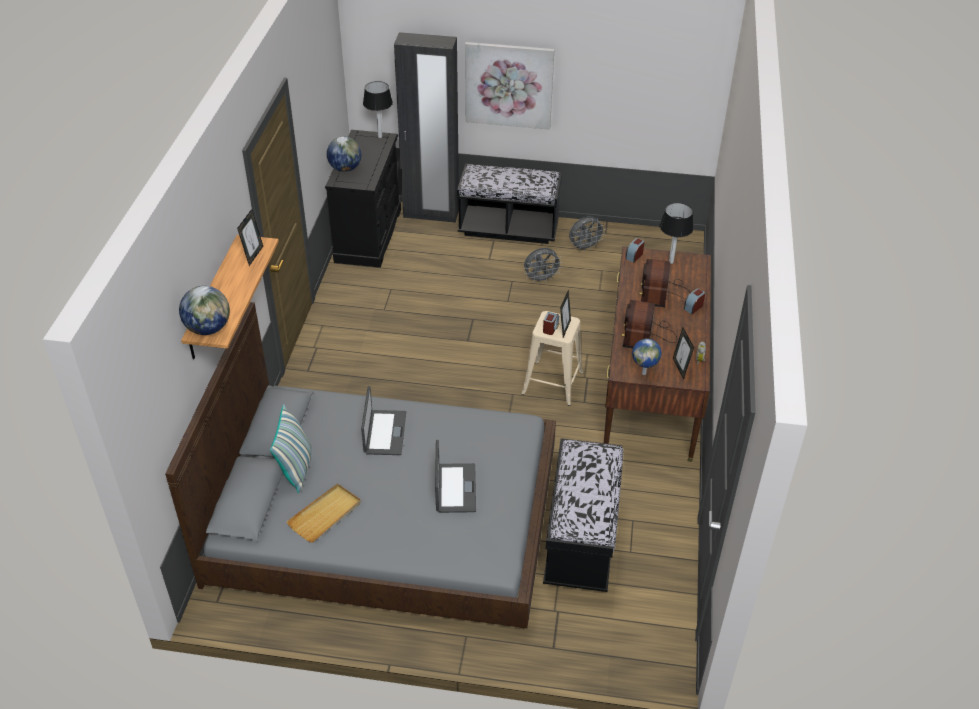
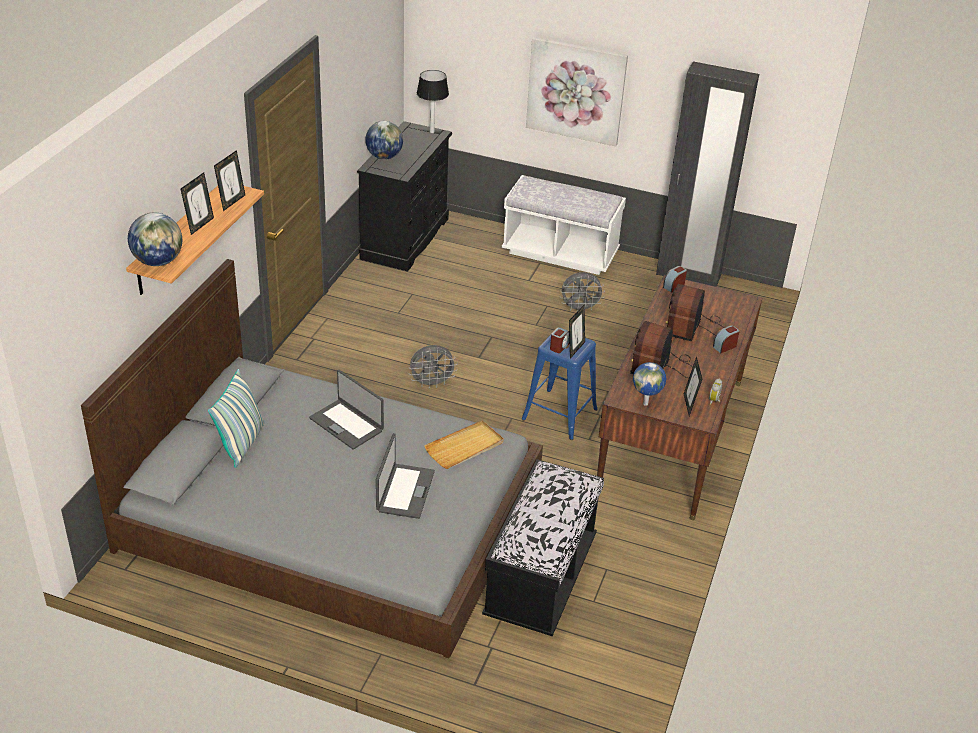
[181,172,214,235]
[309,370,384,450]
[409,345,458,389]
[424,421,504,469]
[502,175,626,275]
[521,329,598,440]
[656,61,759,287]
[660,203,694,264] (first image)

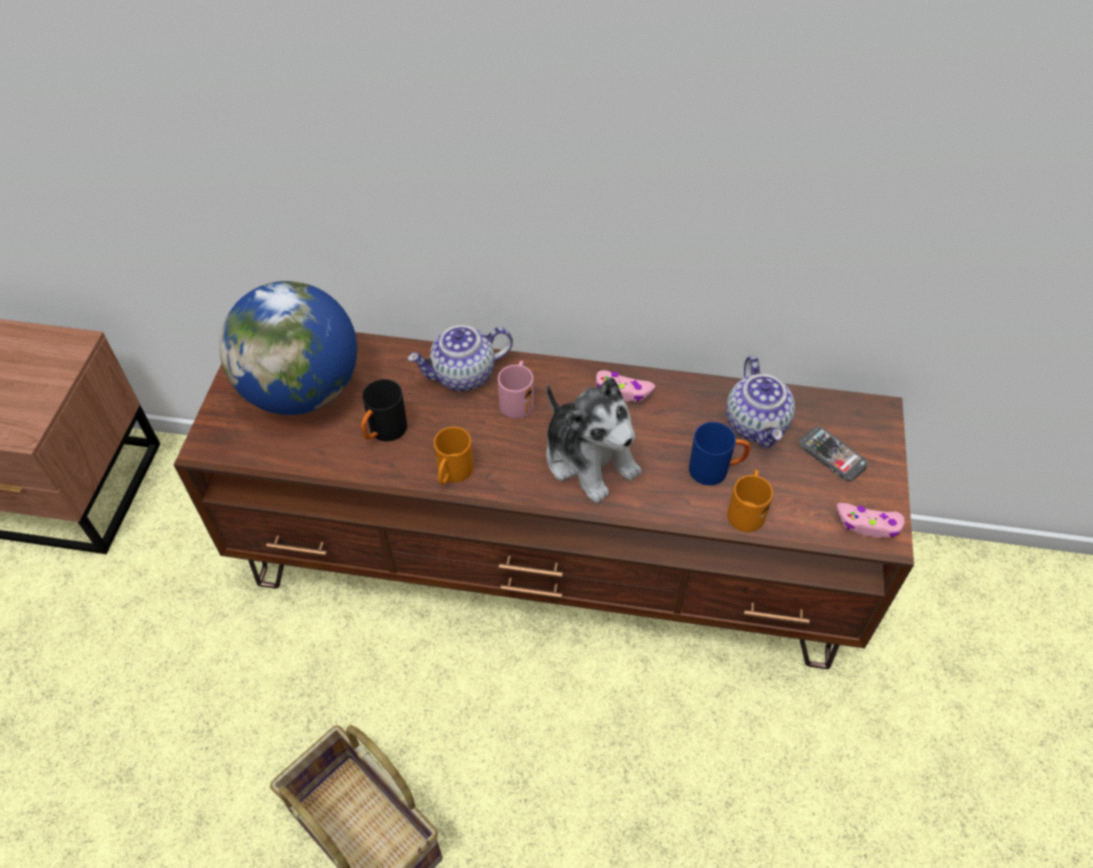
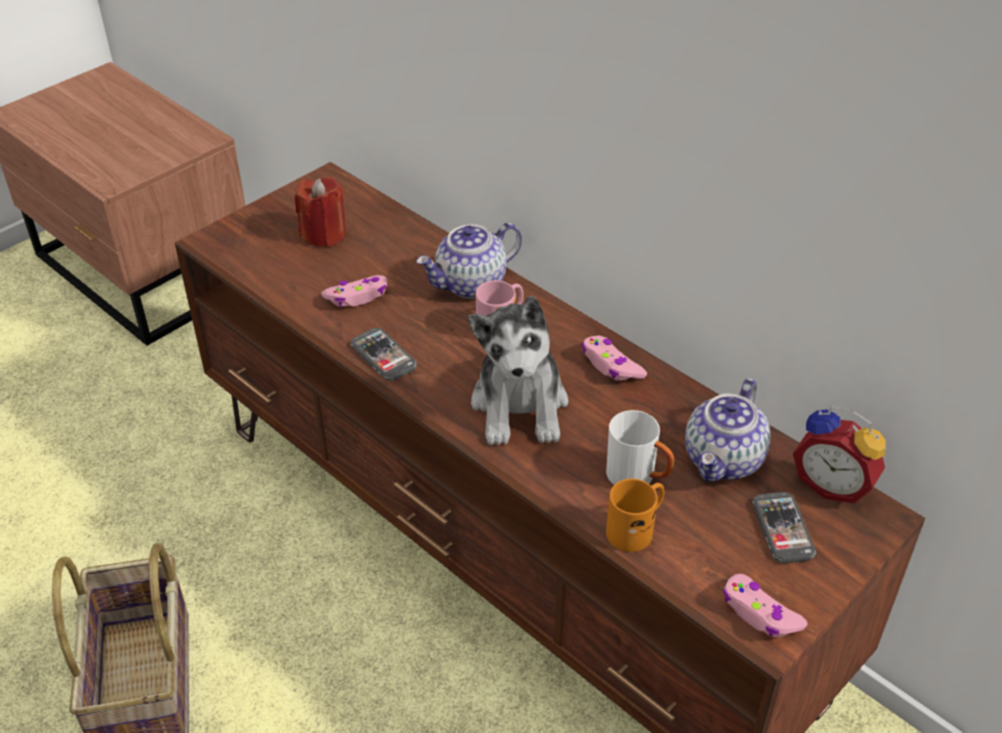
[295,177,346,247]
[321,275,387,306]
[351,328,417,381]
[416,222,522,299]
[606,410,674,485]
[793,406,885,503]

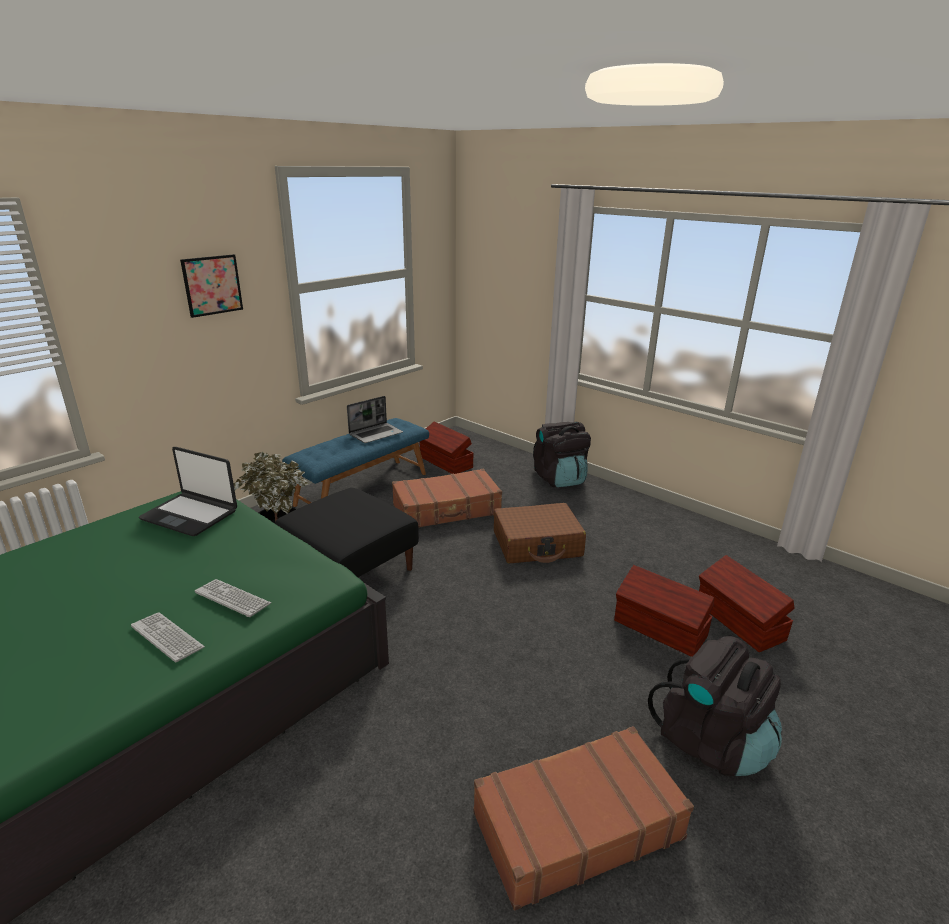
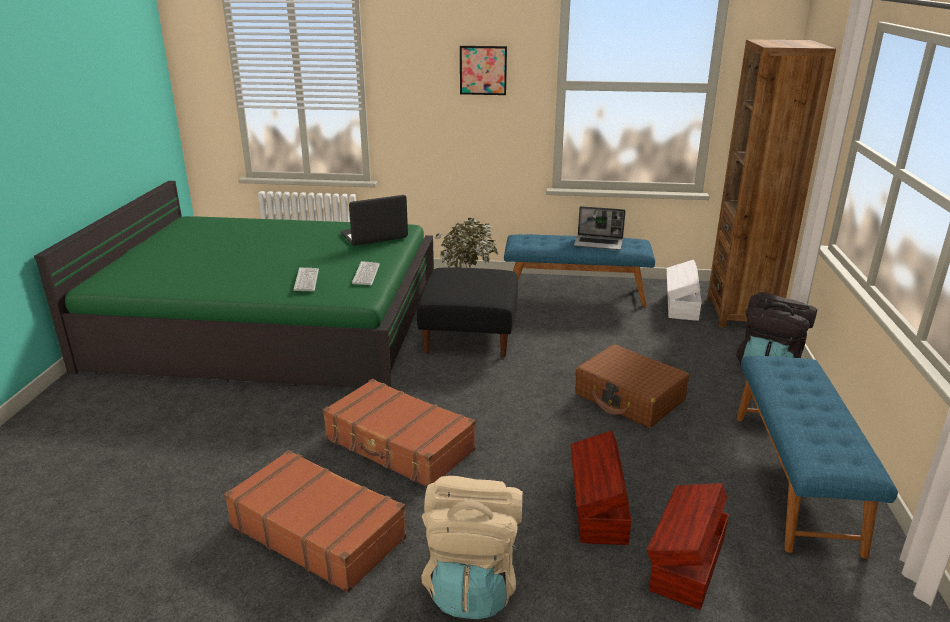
[323,379,475,487]
[340,195,408,246]
[352,261,380,285]
[421,476,523,619]
[667,260,702,321]
[707,39,836,327]
[736,356,898,559]

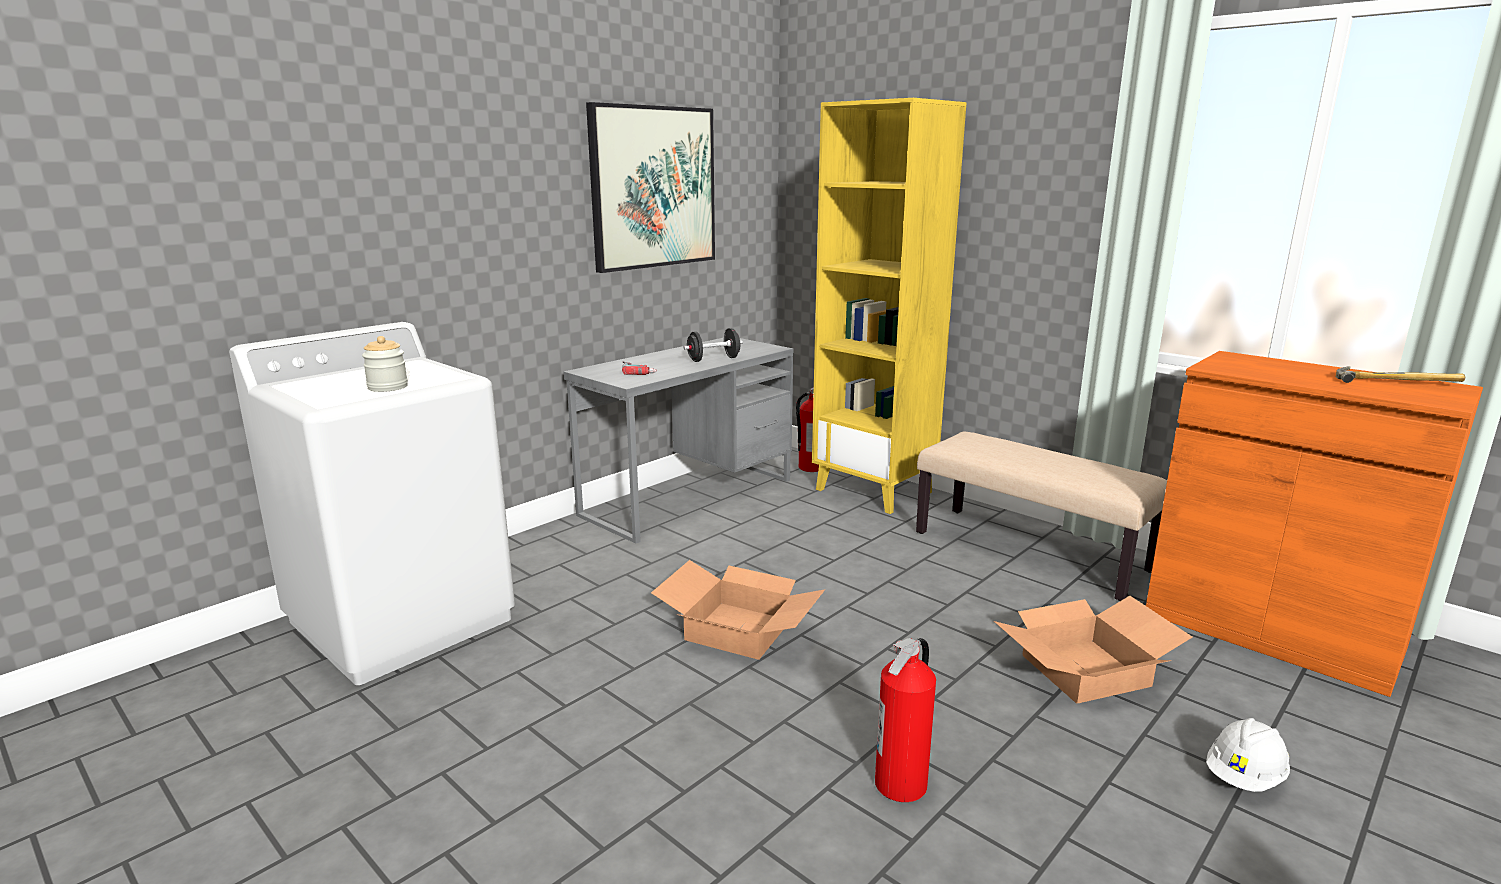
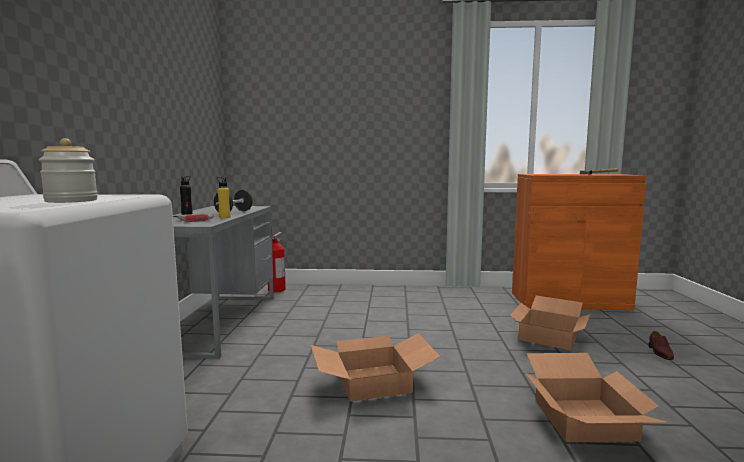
[180,176,193,215]
[217,177,230,218]
[525,353,670,442]
[649,331,674,360]
[586,102,715,273] (first image)
[812,98,967,514] (first image)
[916,431,1167,601] (first image)

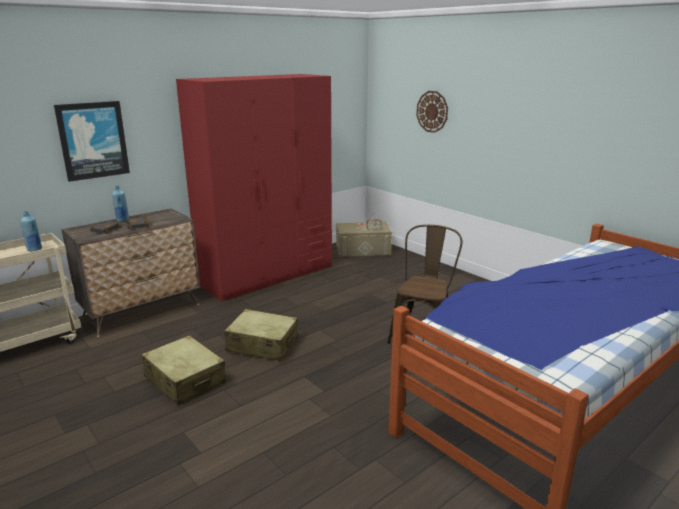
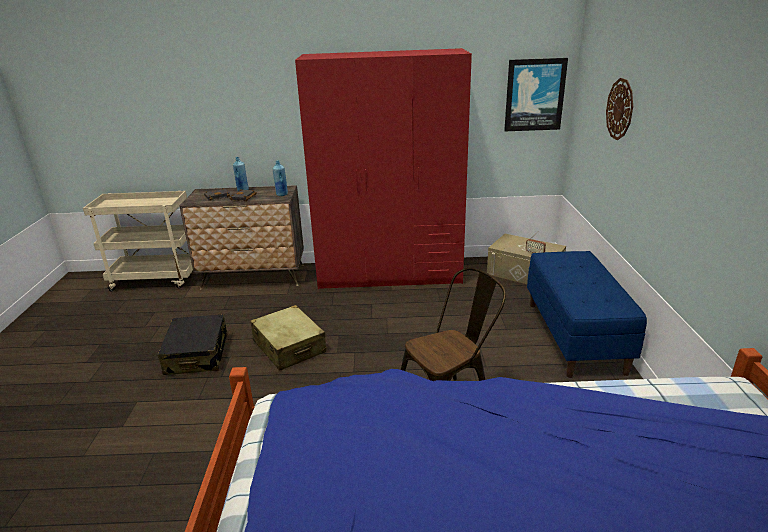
[158,314,227,375]
[273,160,288,196]
[504,58,568,131]
[527,251,647,378]

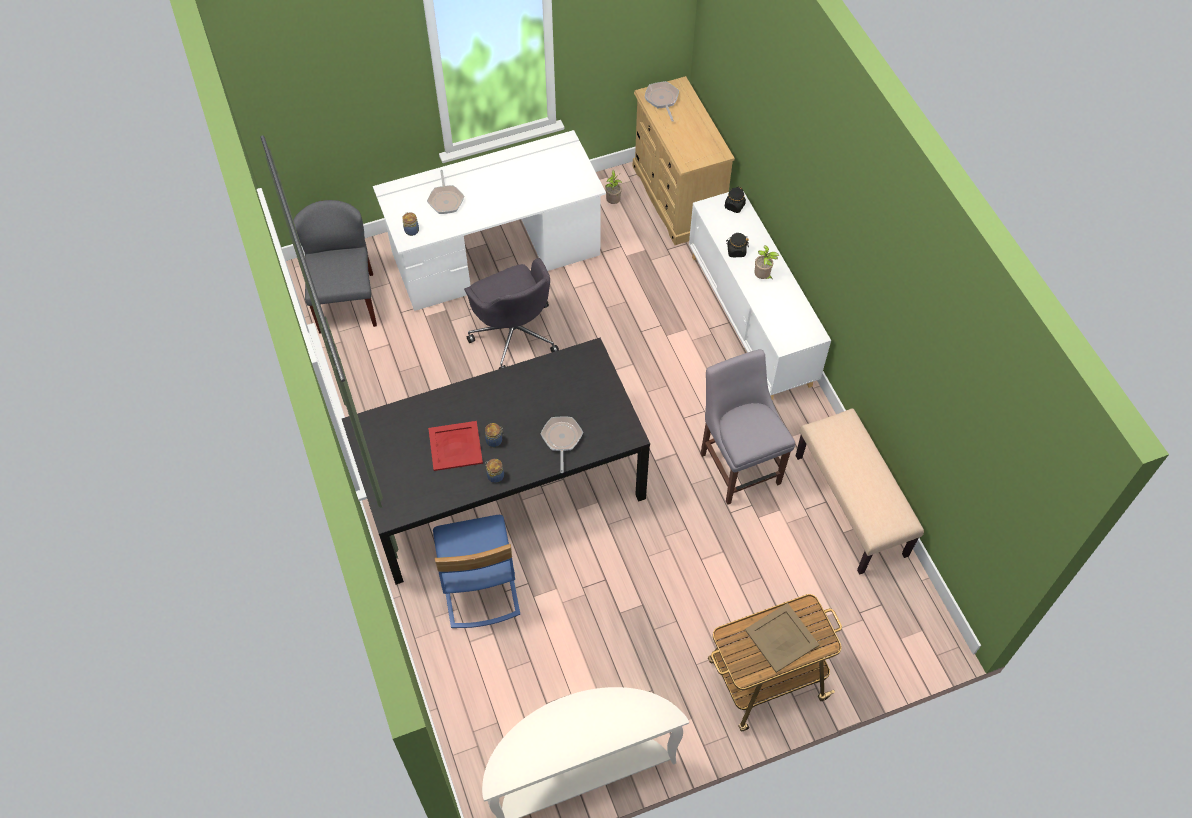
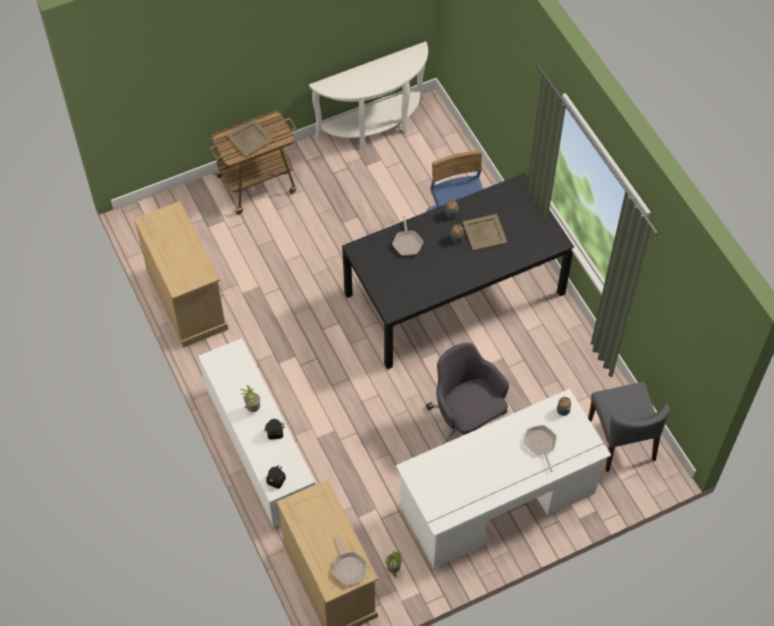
[134,201,228,348]
[462,214,508,251]
[700,349,795,505] (first image)

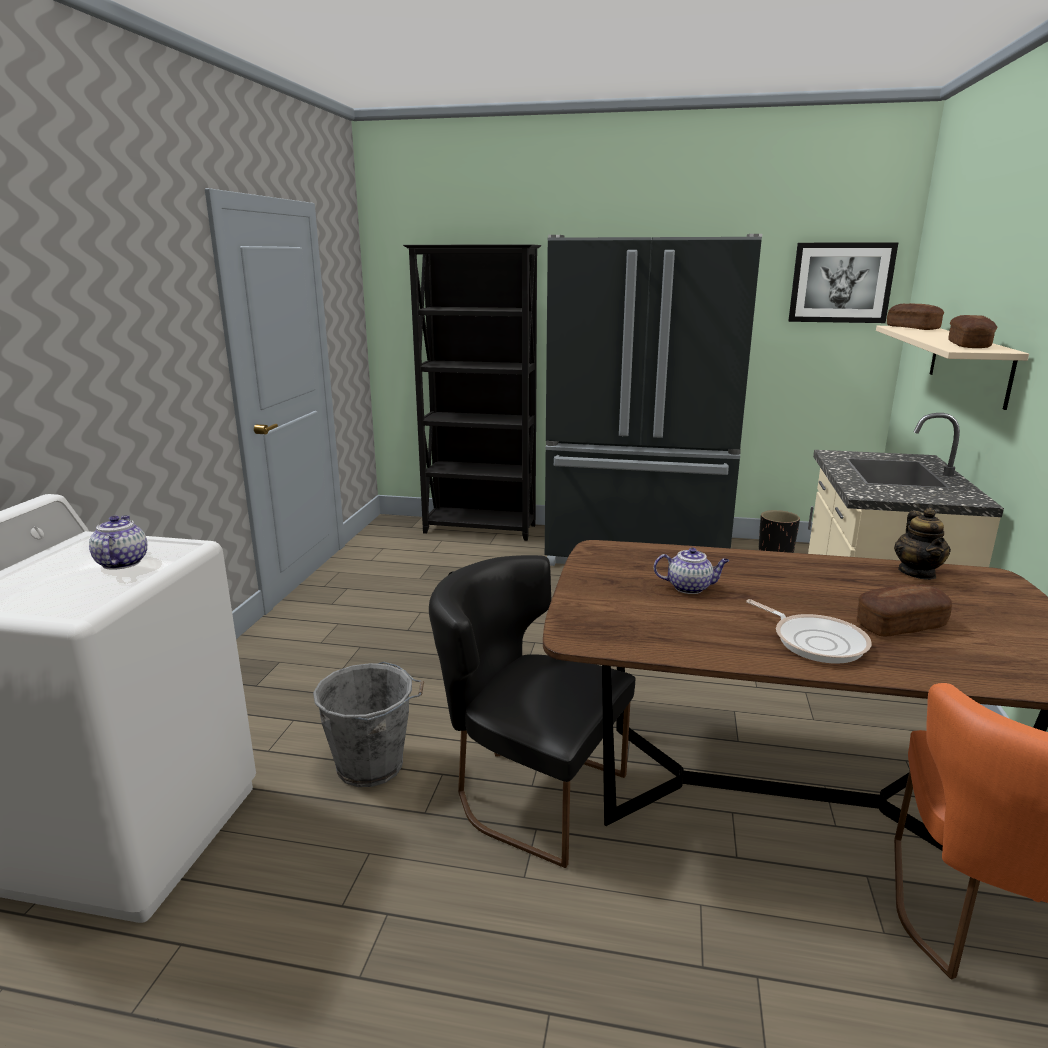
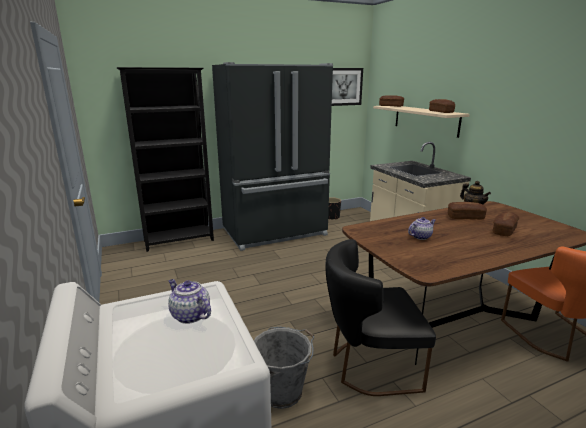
[448,202,487,220]
[746,599,872,664] (first image)

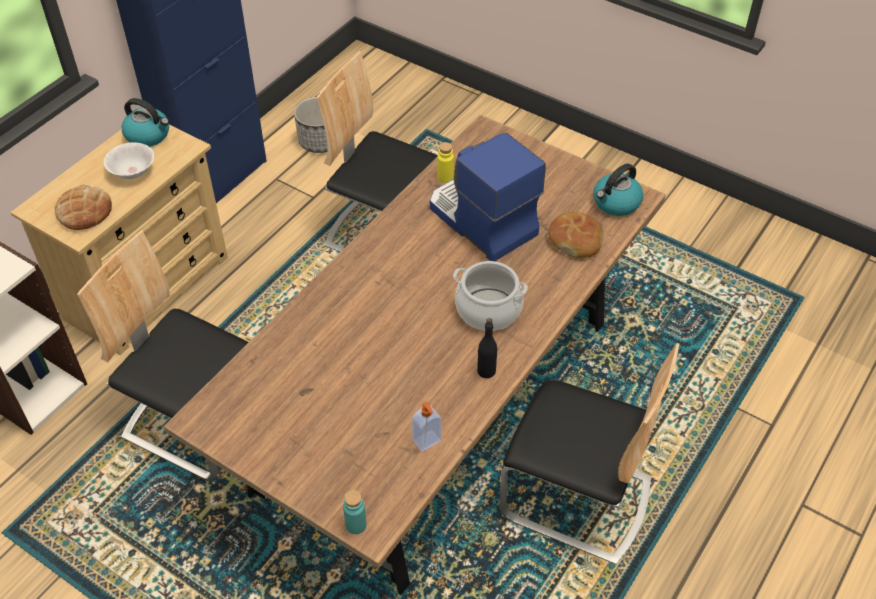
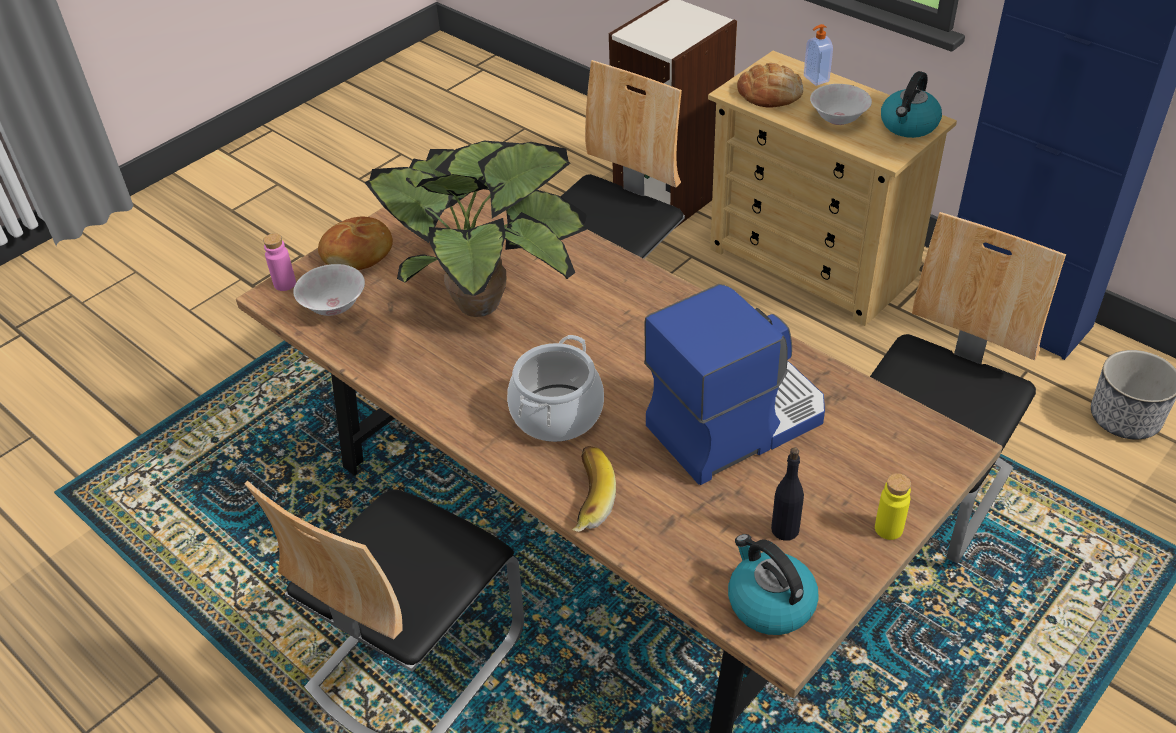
[263,233,296,291]
[293,264,365,316]
[318,216,393,270]
[364,141,587,317]
[572,446,616,532]
[771,447,804,541]
[804,24,833,86]
[875,473,911,540]

